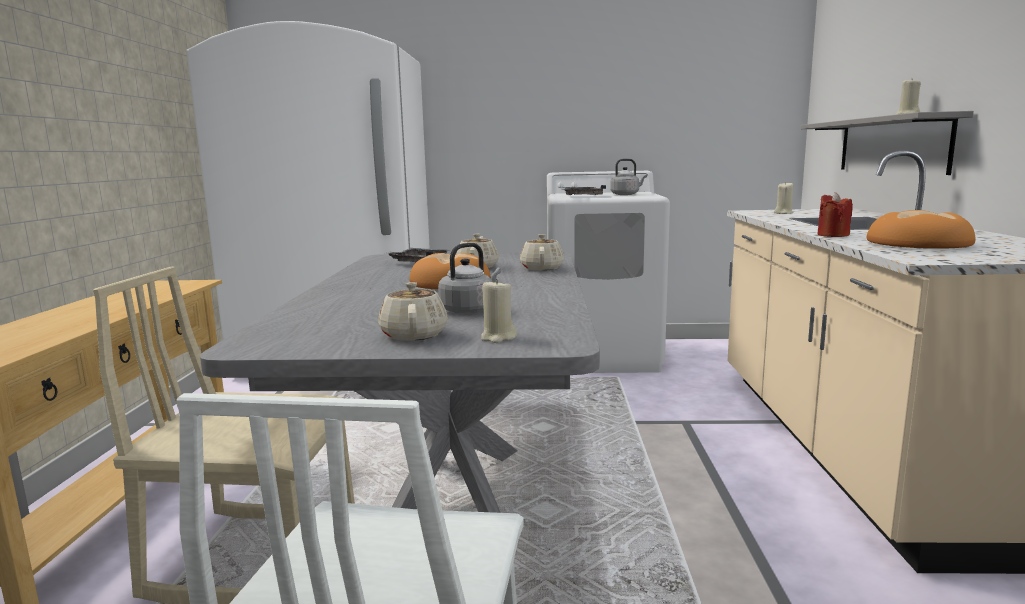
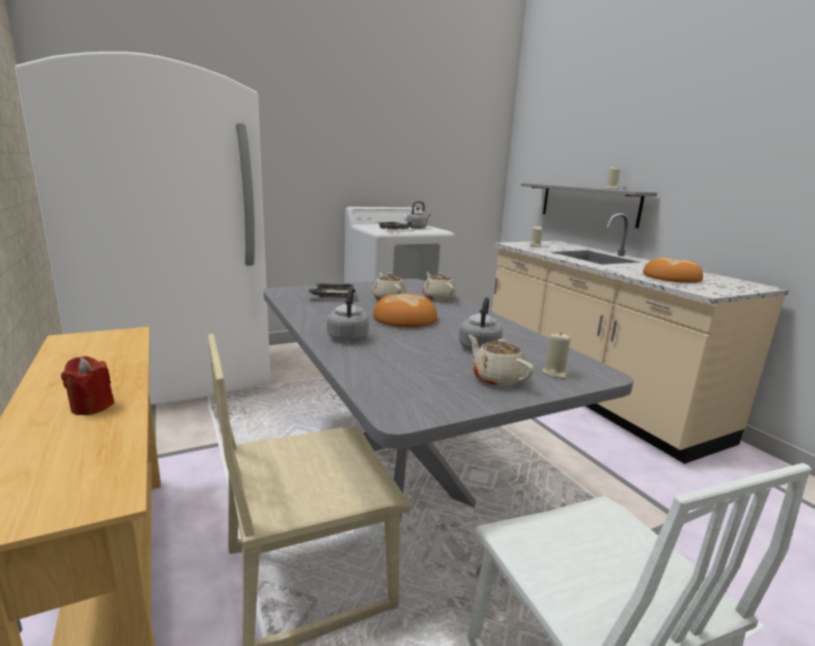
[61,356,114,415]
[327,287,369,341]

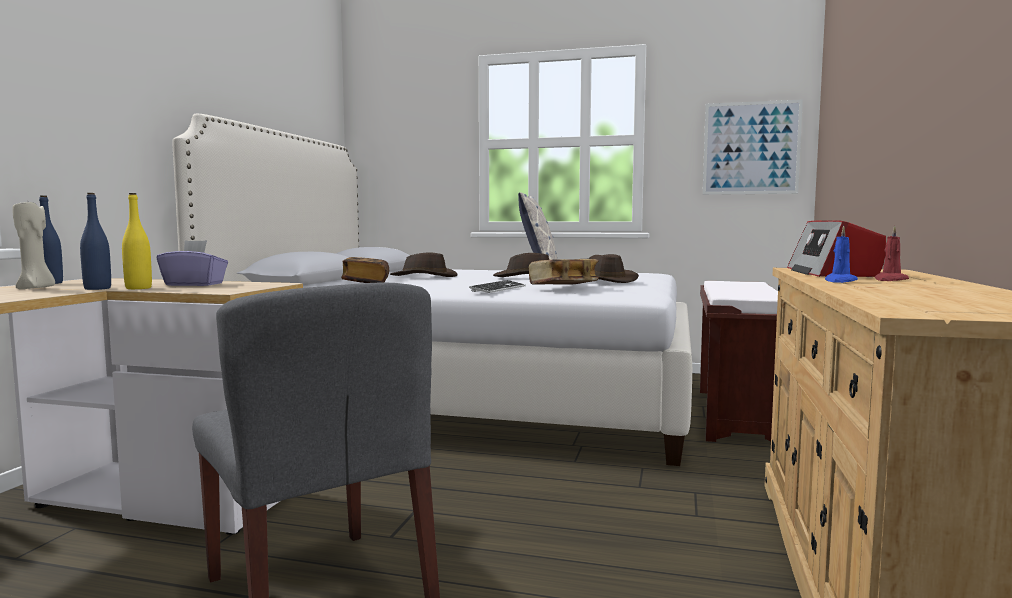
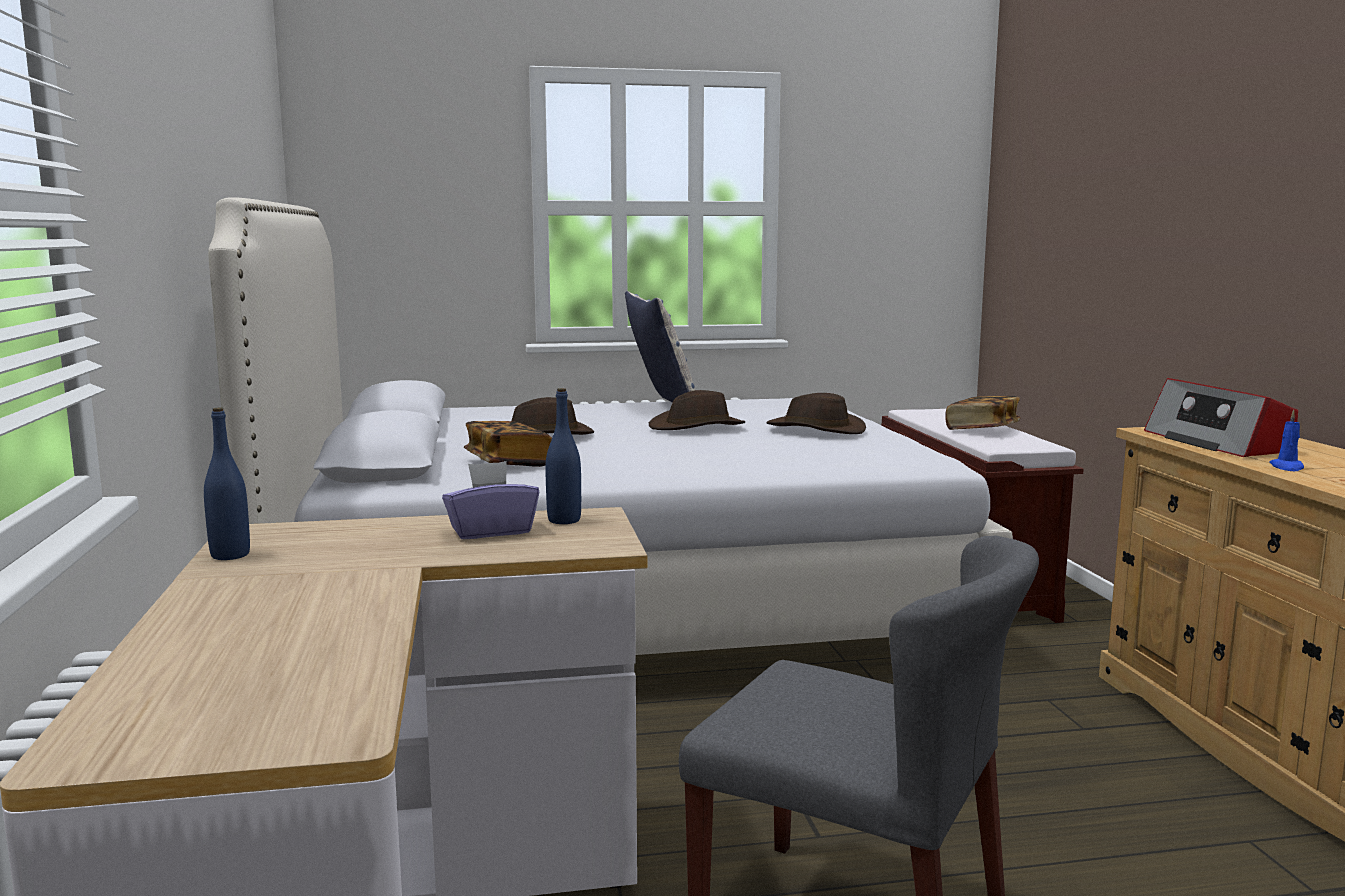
[546,388,581,524]
[945,396,1020,430]
[12,202,55,289] (first image)
[122,193,152,289] (first image)
[469,280,526,293] (first image)
[703,99,803,195] (first image)
[875,226,909,281] (first image)

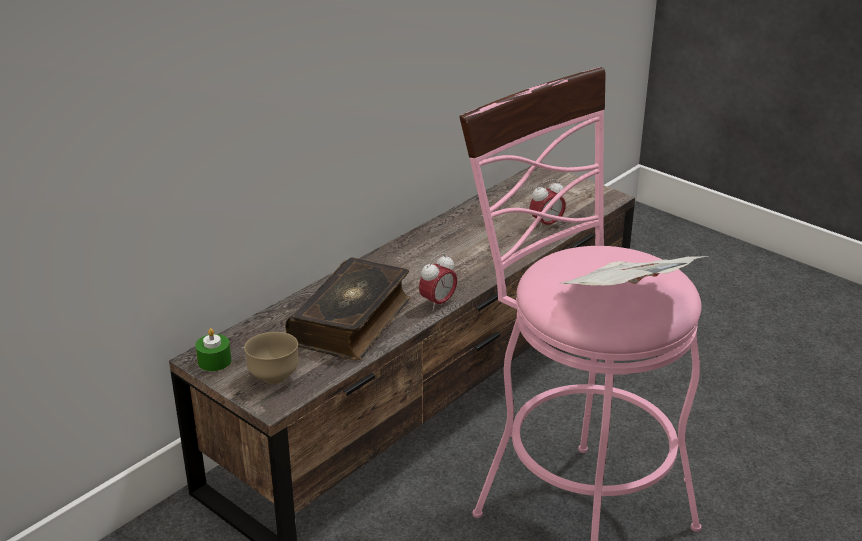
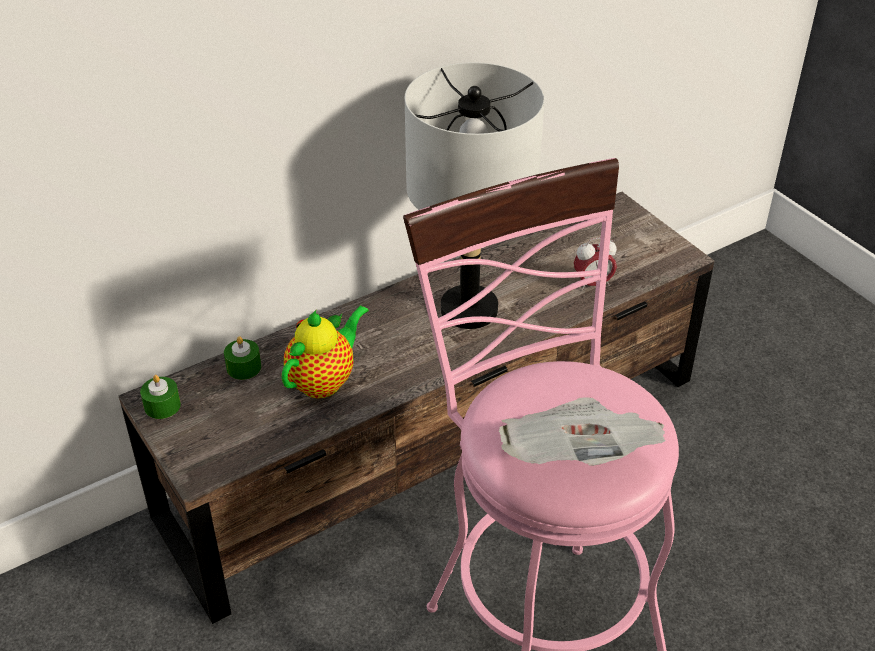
[224,336,261,380]
[281,305,369,398]
[405,62,545,329]
[244,332,299,384] (first image)
[419,253,457,311] (first image)

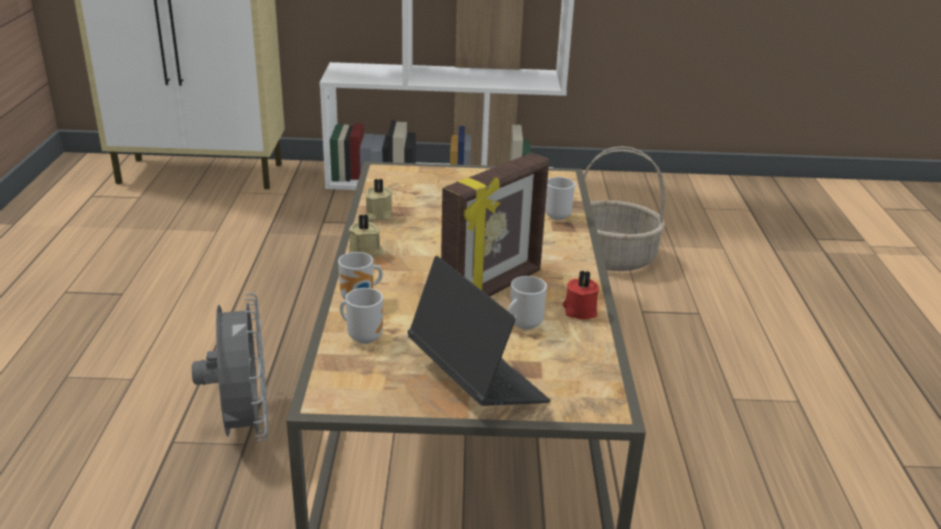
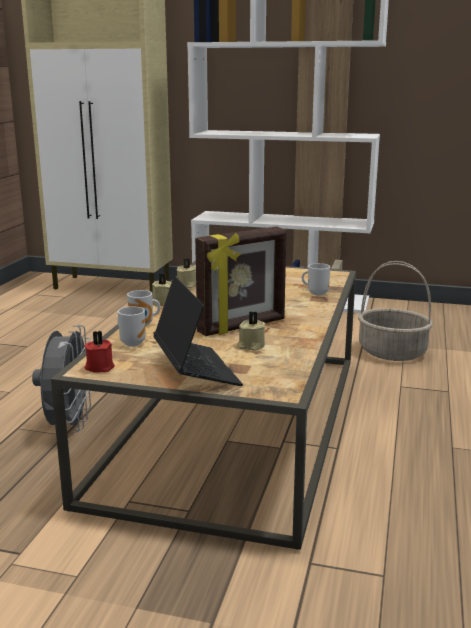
[84,331,115,373]
[237,312,265,351]

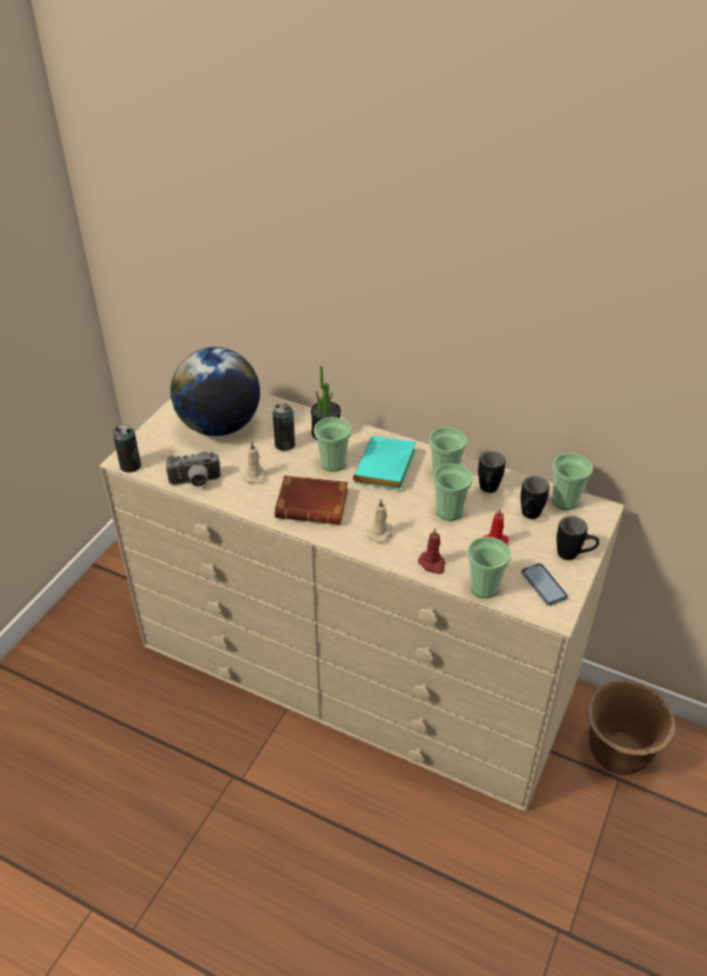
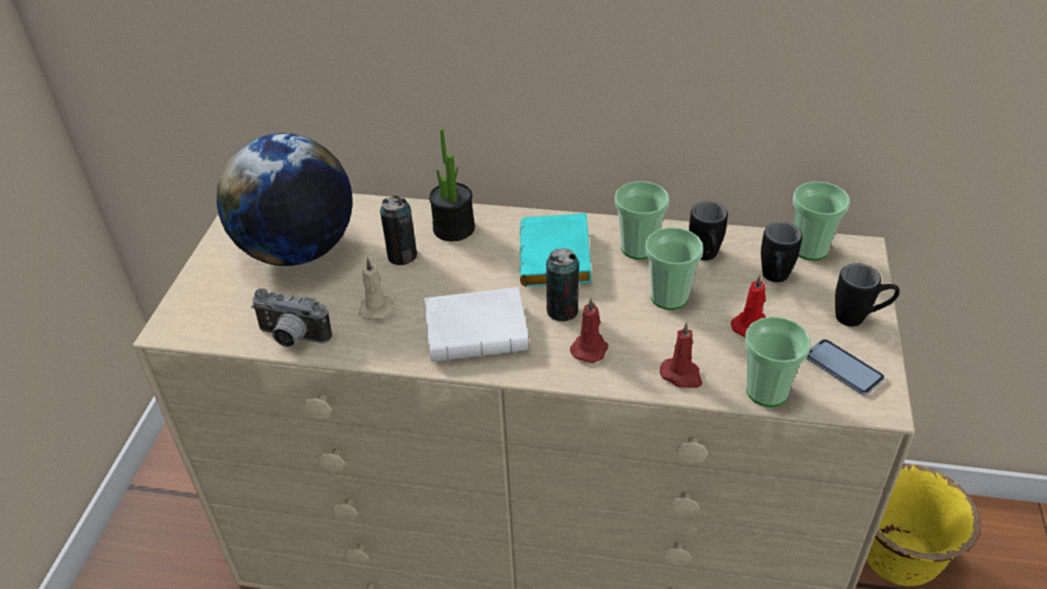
[251,289,332,347]
[424,287,529,362]
[546,248,579,322]
[570,298,608,363]
[866,464,980,586]
[314,417,352,472] (first image)

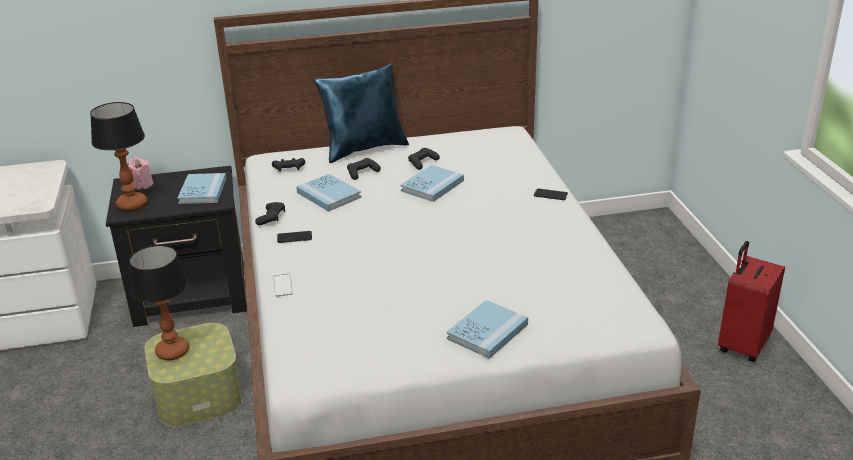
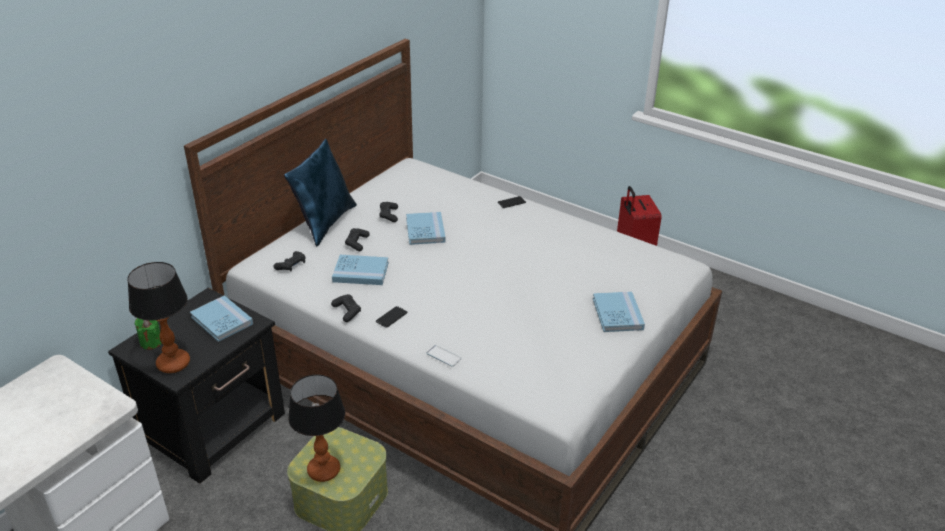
[135,318,162,350]

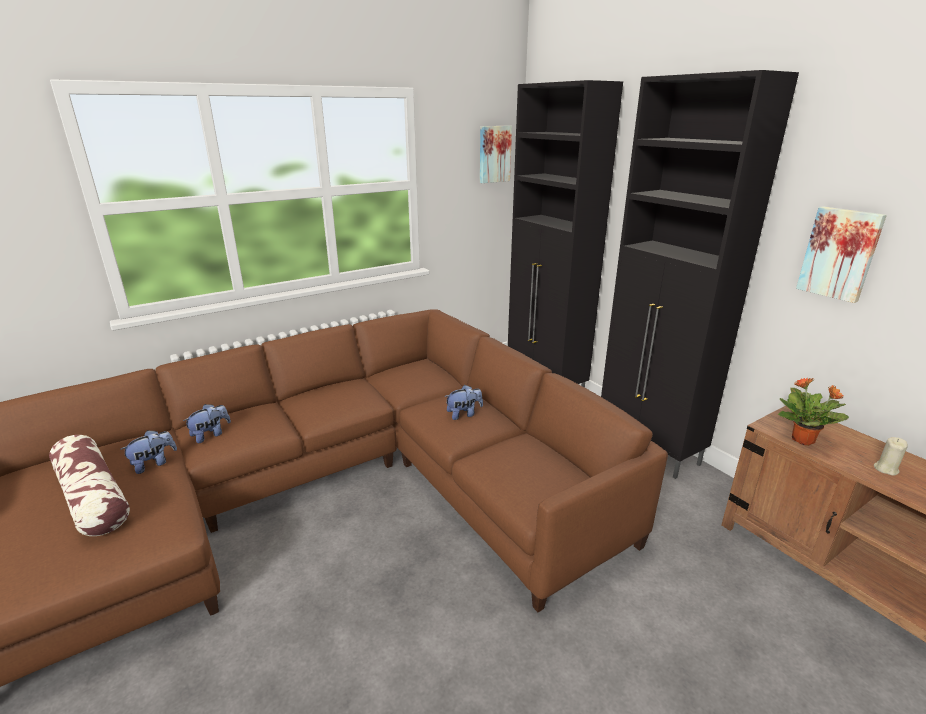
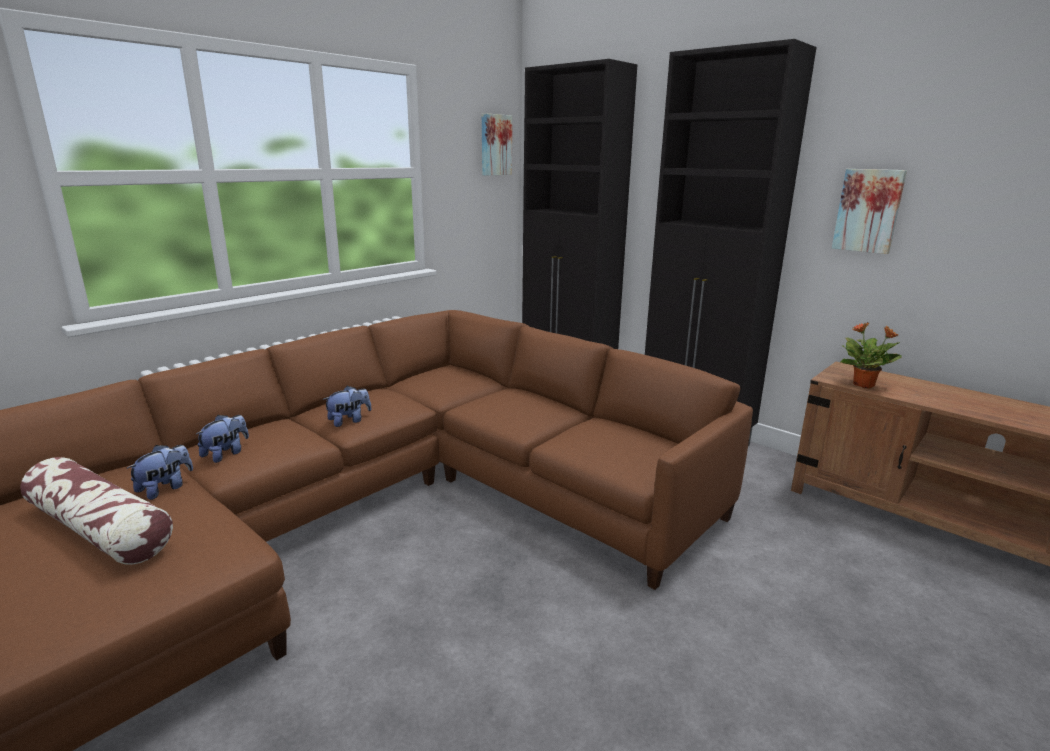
[323,386,372,427]
[874,437,908,476] (first image)

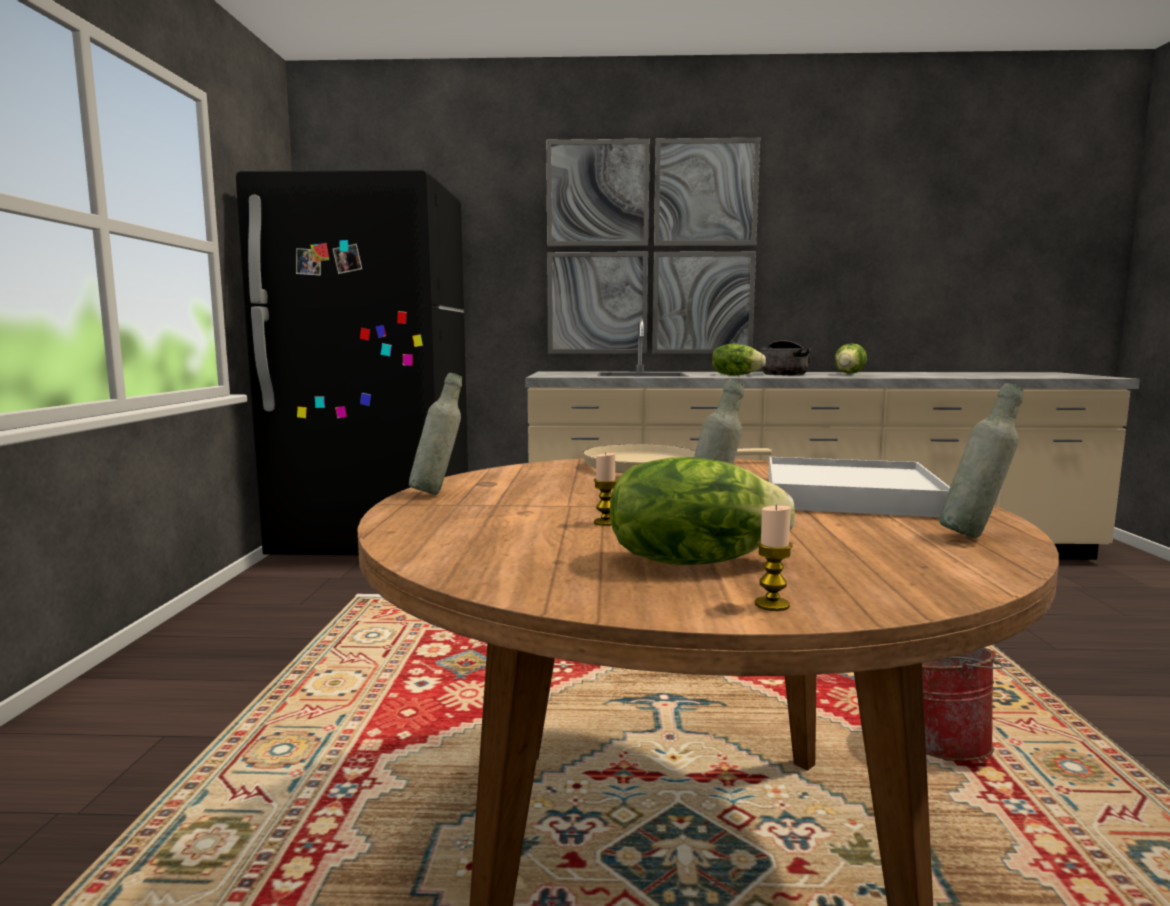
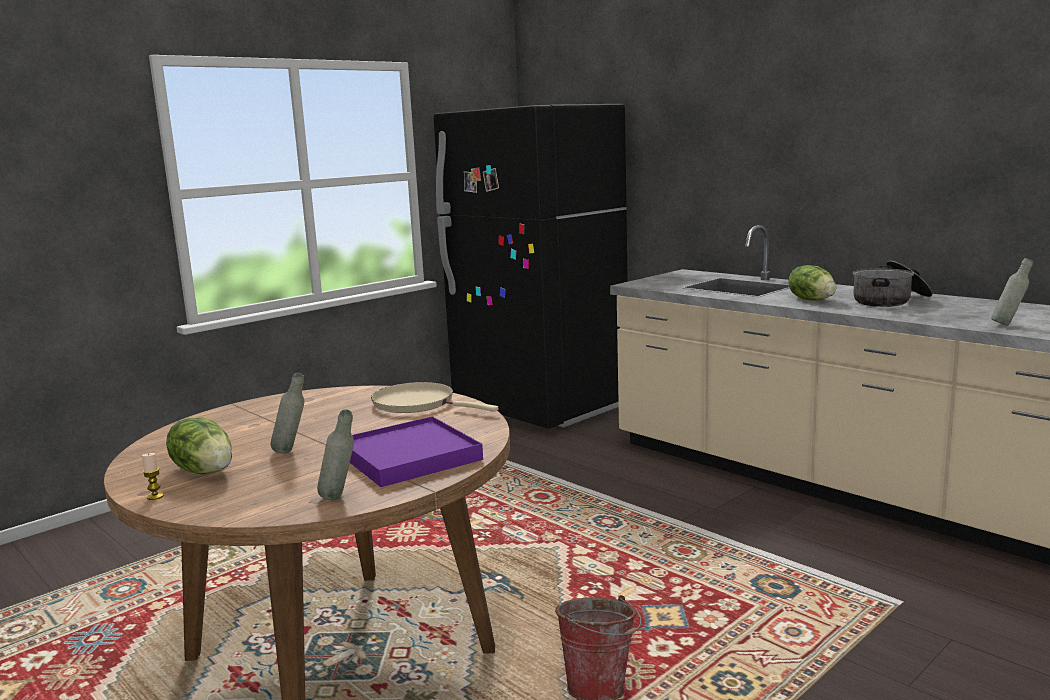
[350,416,483,487]
[991,258,1033,326]
[546,138,760,354] (first image)
[594,452,618,526] (first image)
[835,343,867,374] (first image)

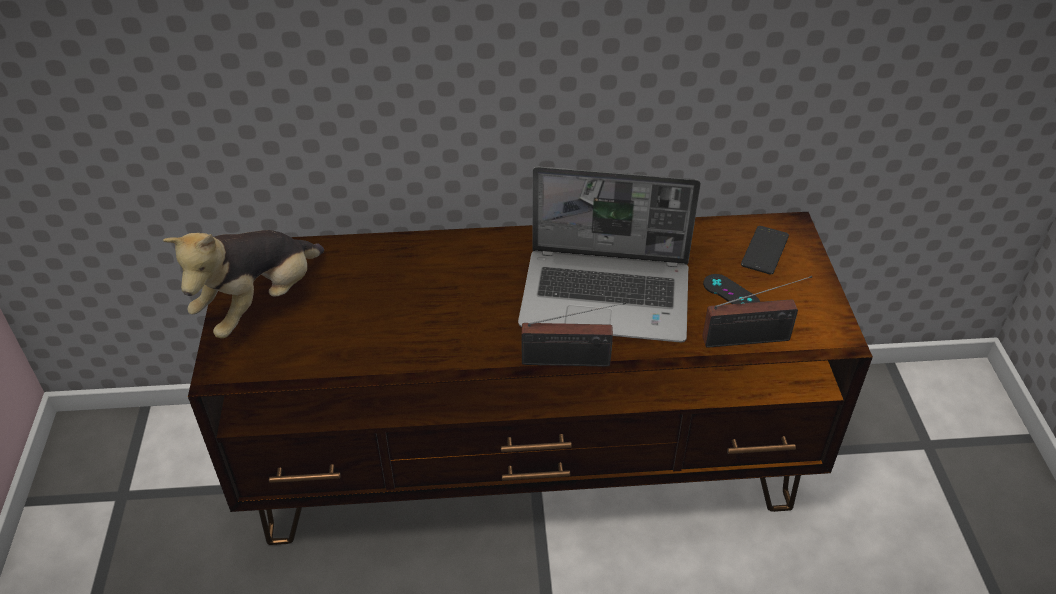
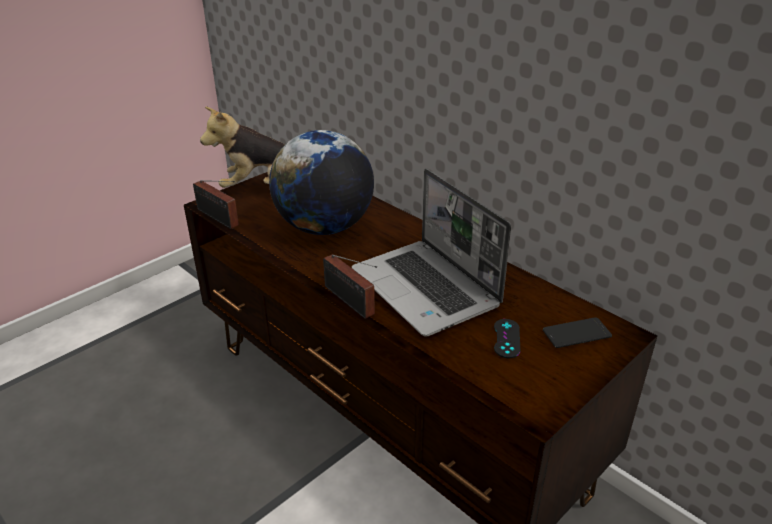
[193,180,239,229]
[269,130,374,235]

